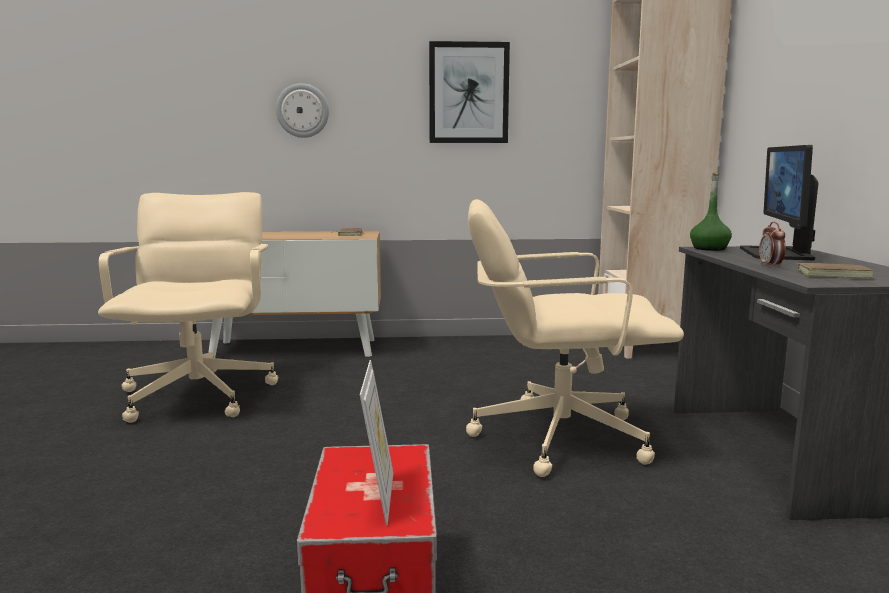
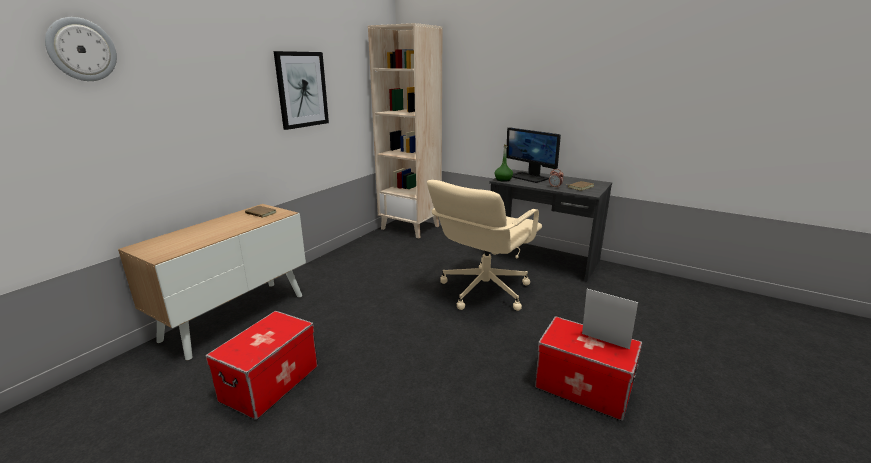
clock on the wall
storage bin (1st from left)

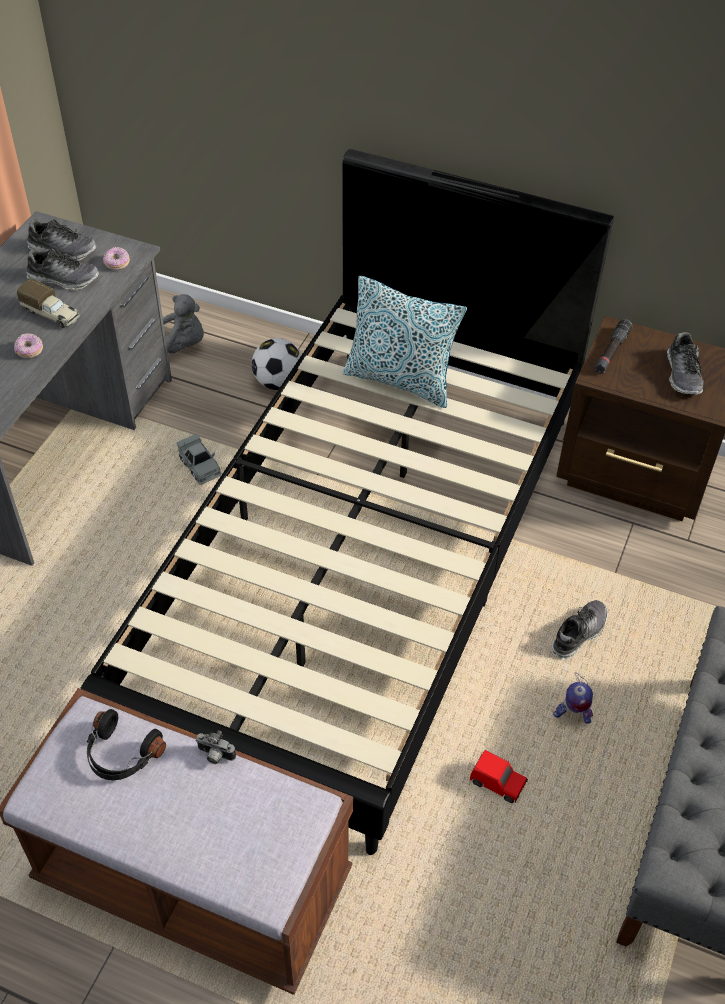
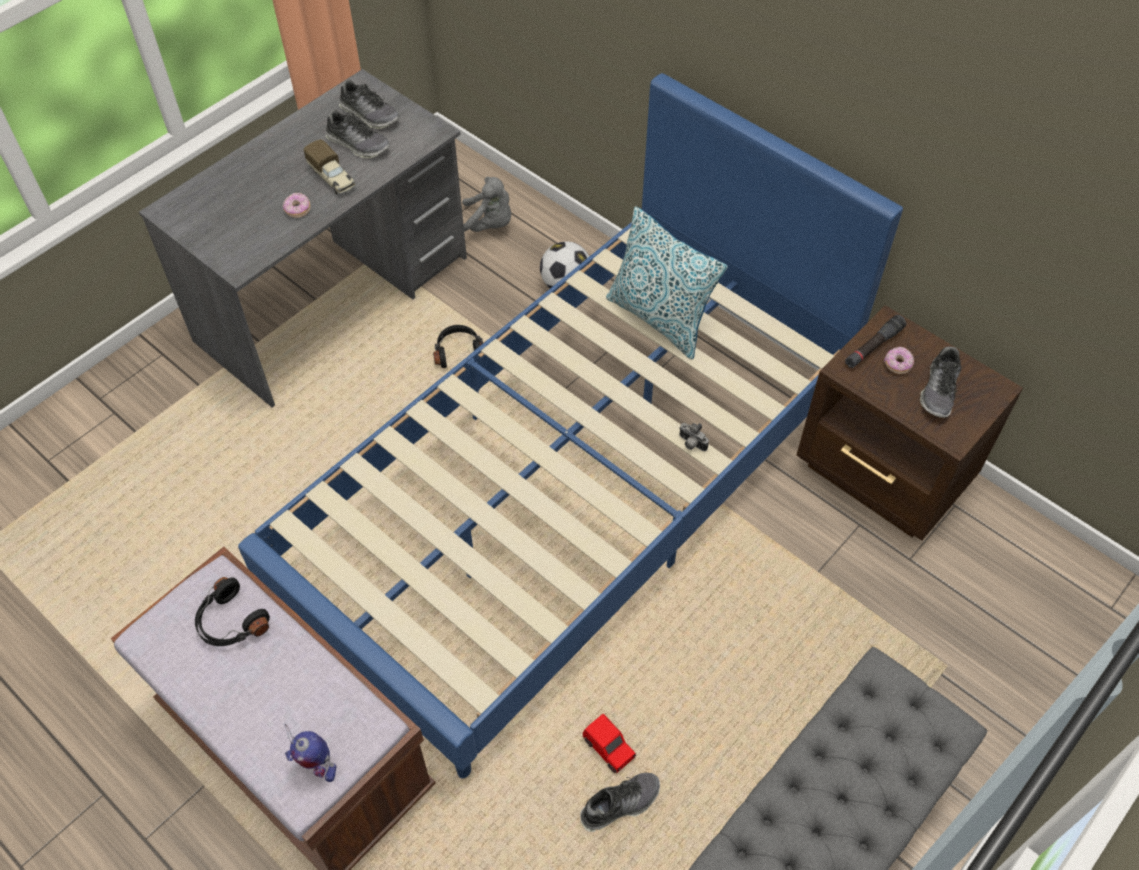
doughnut (2nd from left)
photo camera
shoe (3rd from left)
model robot
black-coloured headphones (2nd from left)
blue sleeping bed

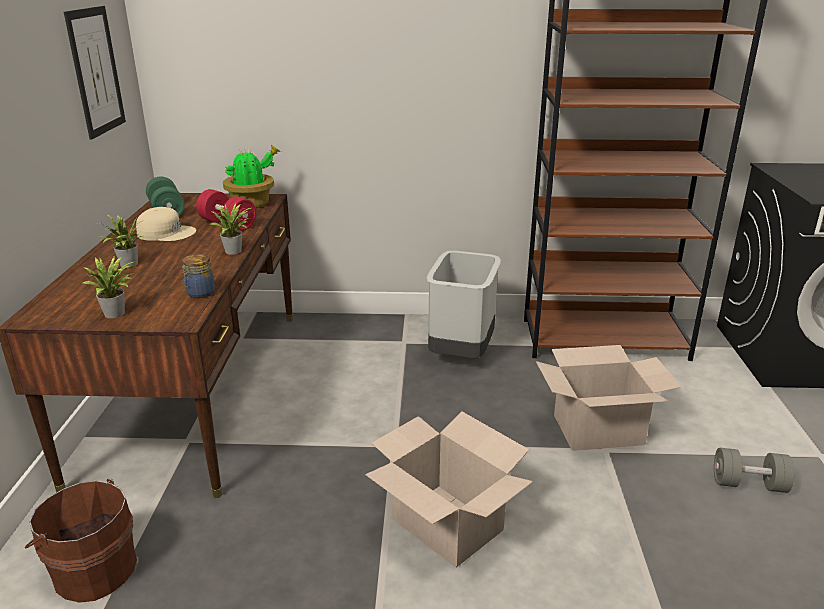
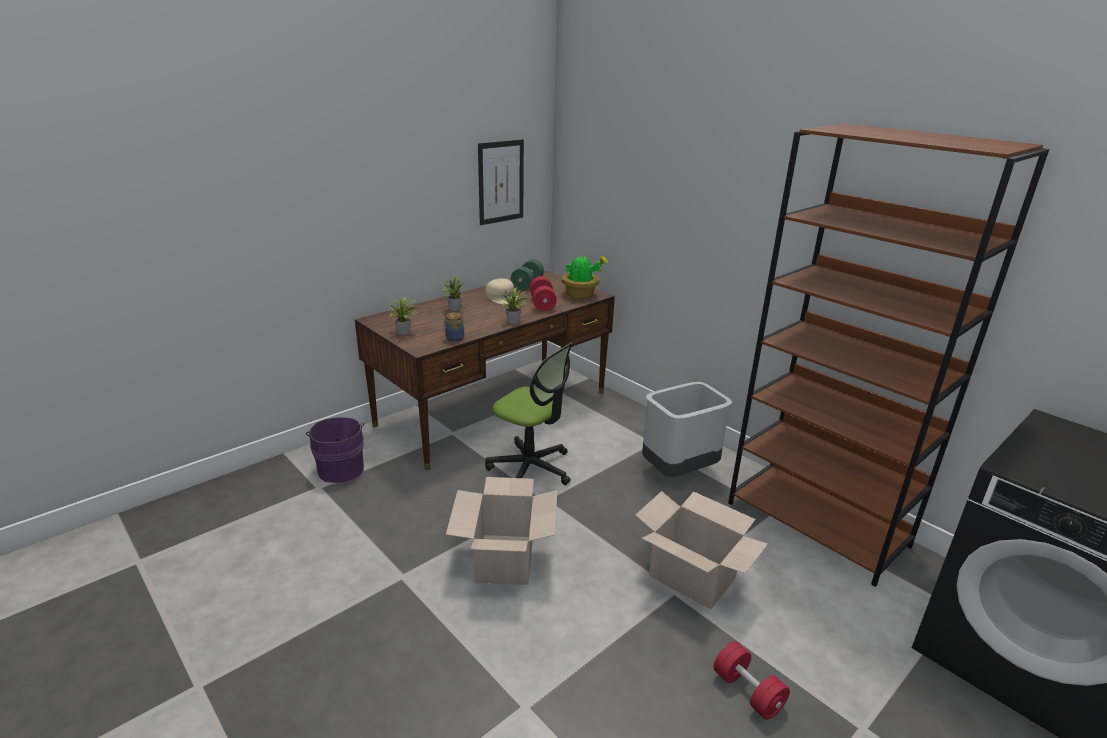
desk chair
purple-coloured pail
red dumbbell (2nd from left)

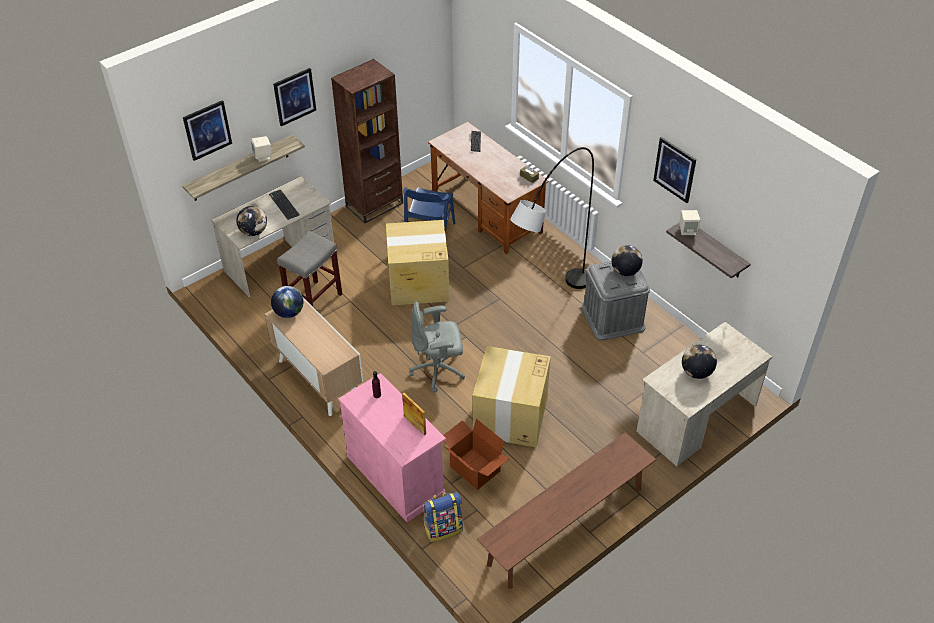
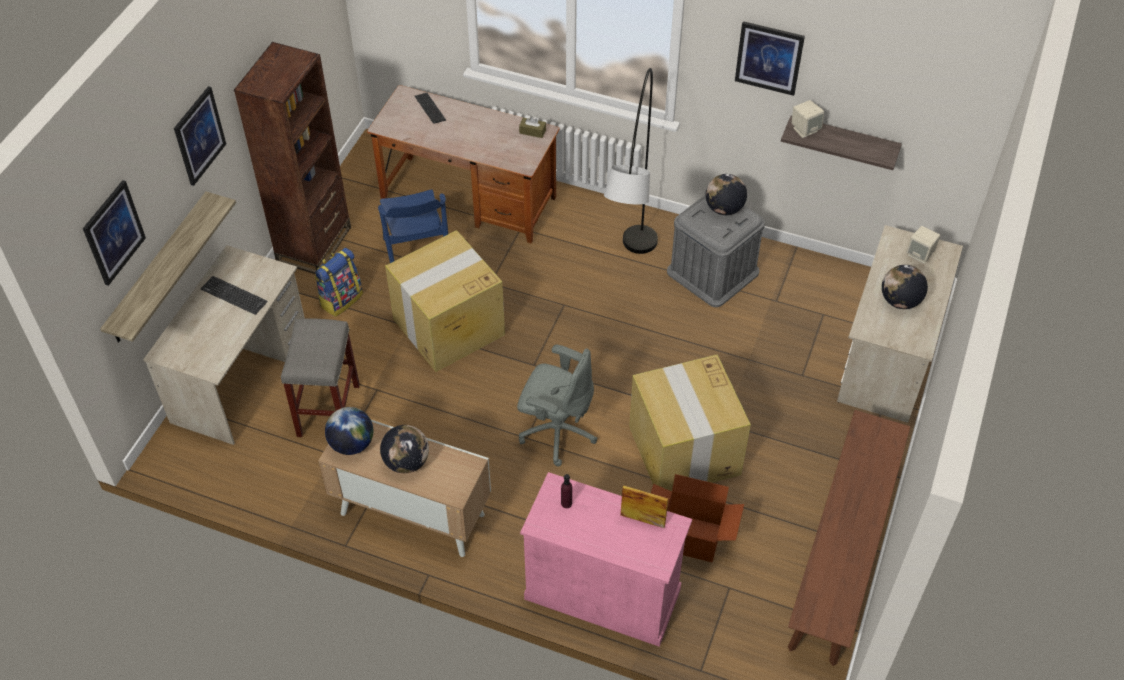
world globe (2nd from left)
beige-coloured audio speaker (2nd from left)
knapsack
grey desk chair

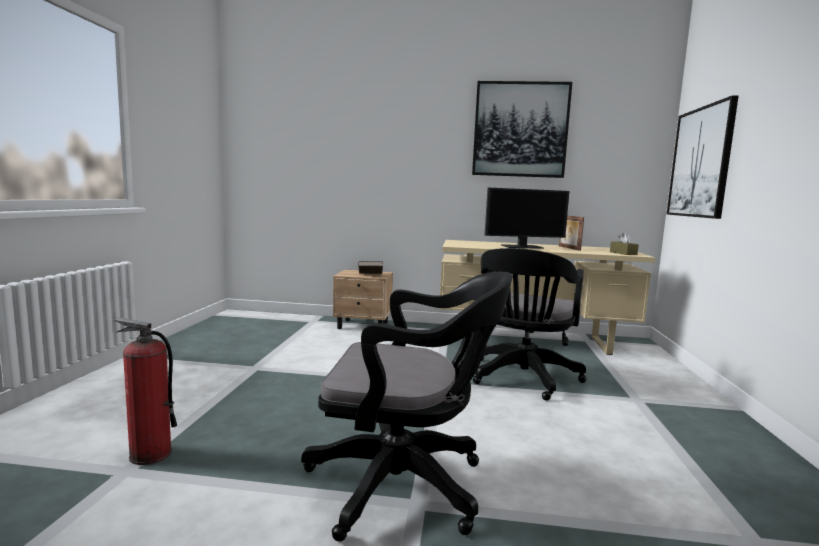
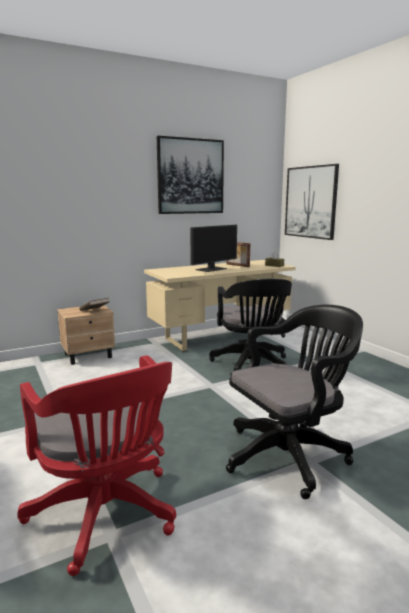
red desk chair

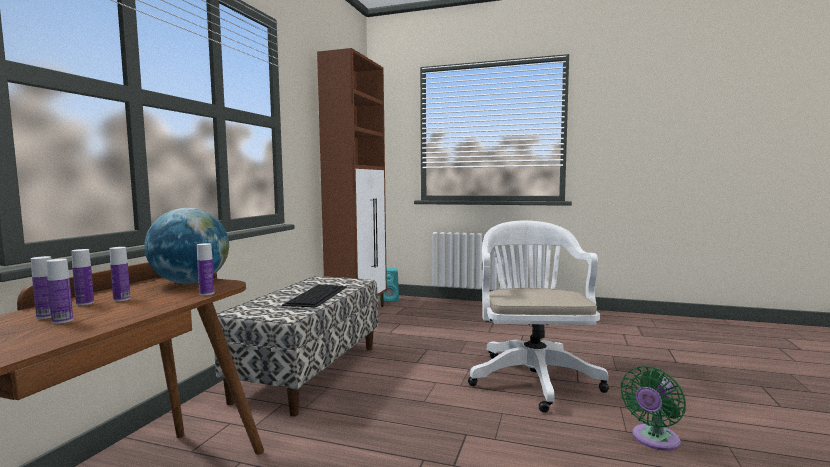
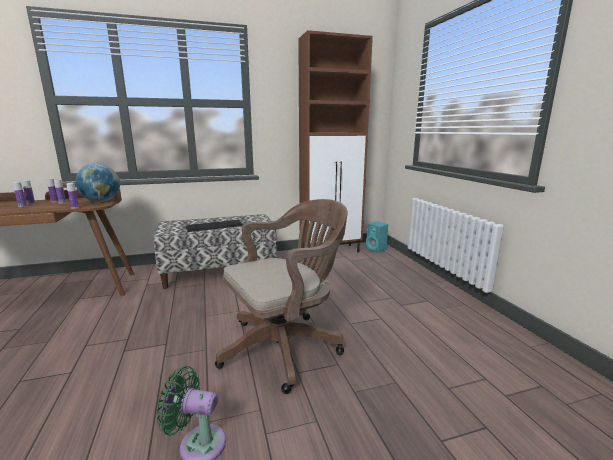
brown-coloured desk chair

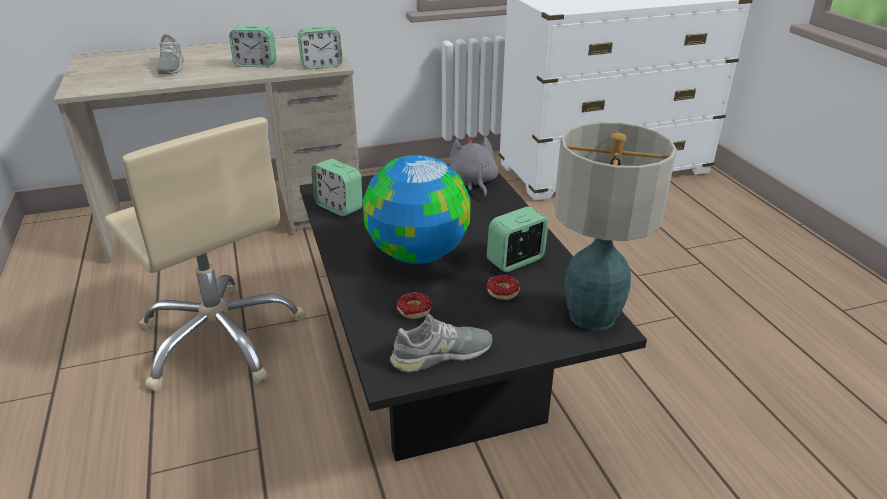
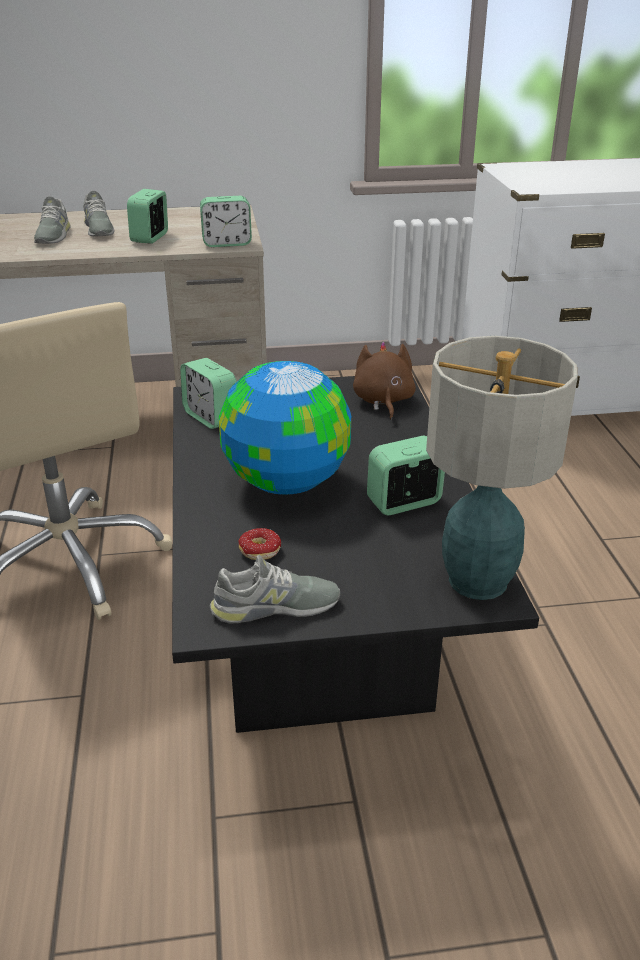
doughnut (2nd from left in the first image)
grey shoe (2nd from left)
brown-coloured cuddly toy
table clock (1st from left)

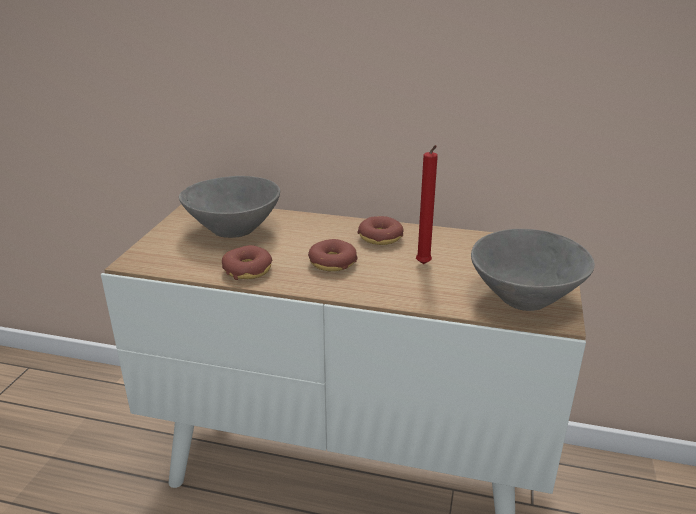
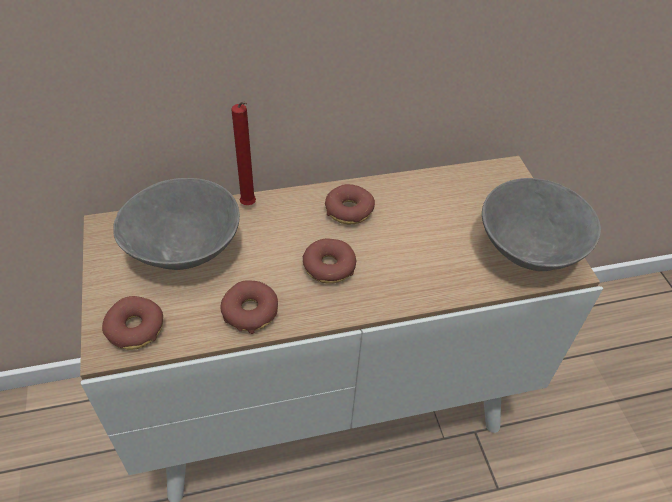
doughnut (1st from left)
red wax light

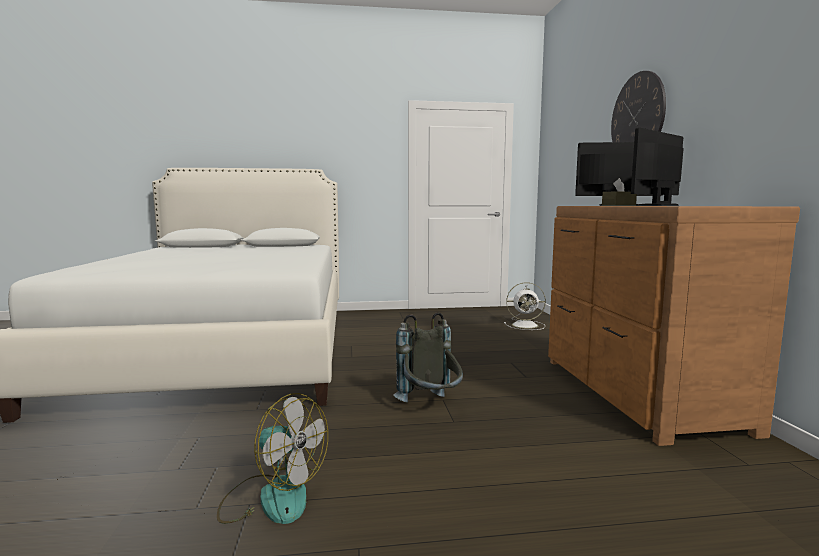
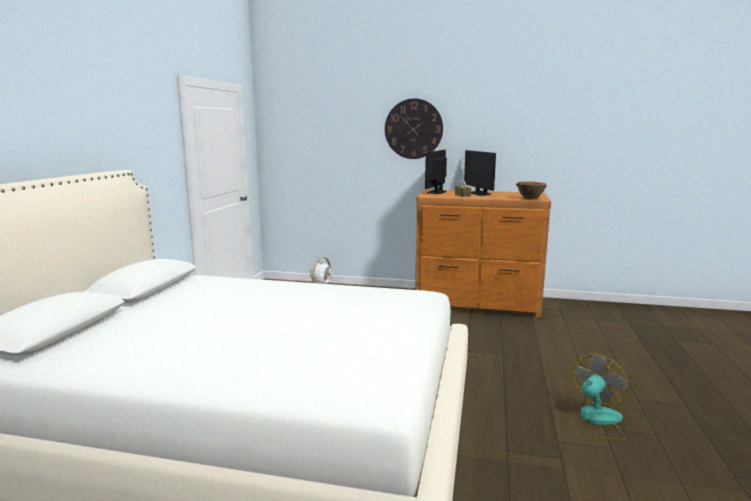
grey knapsack
brown-coloured serving bowl

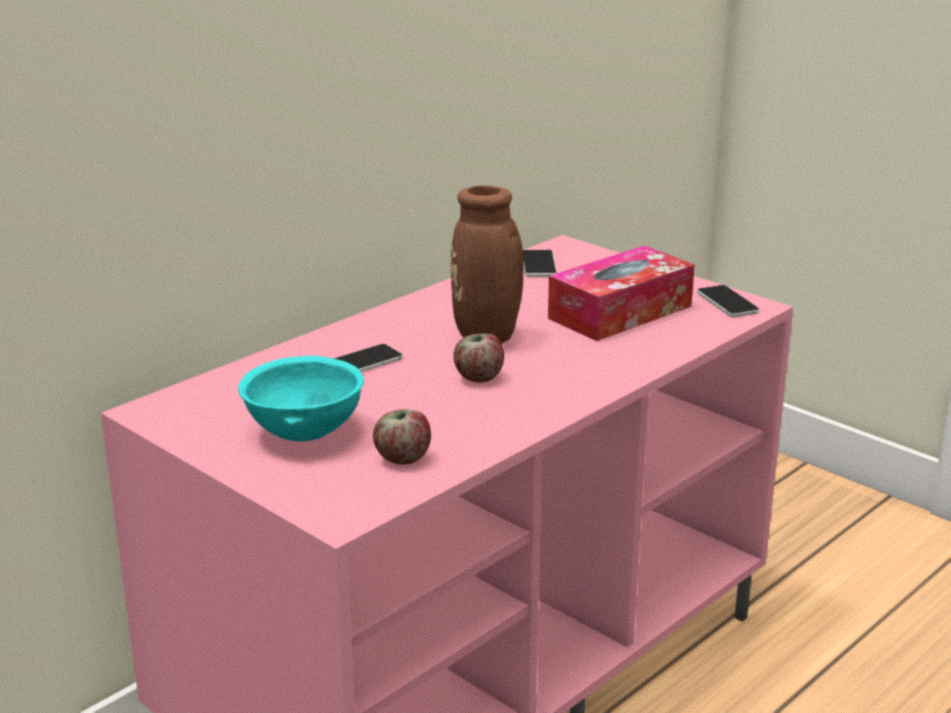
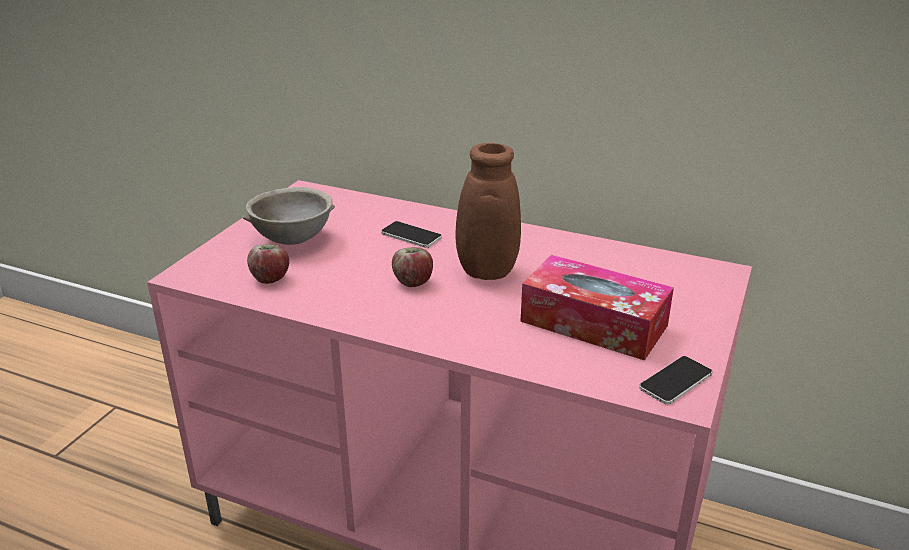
phone (2nd from left in the first image)
grey serving bowl

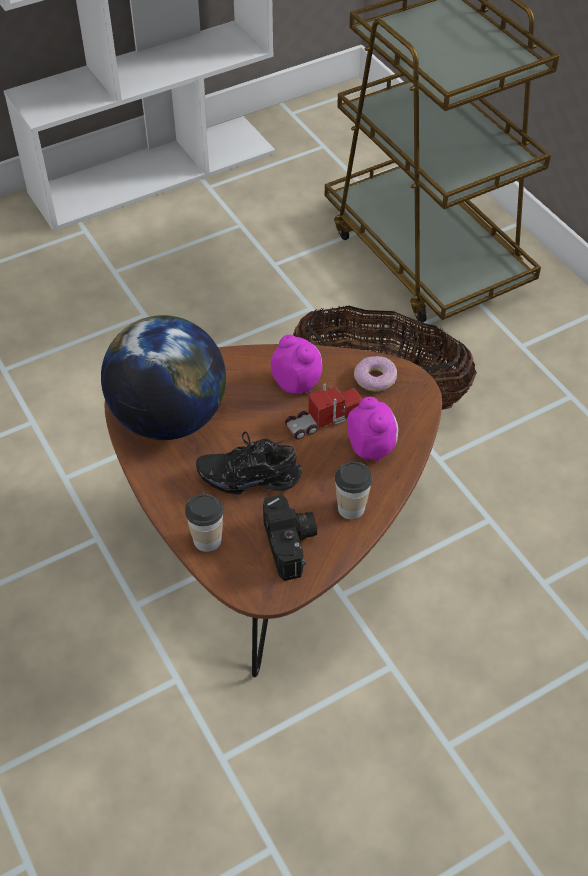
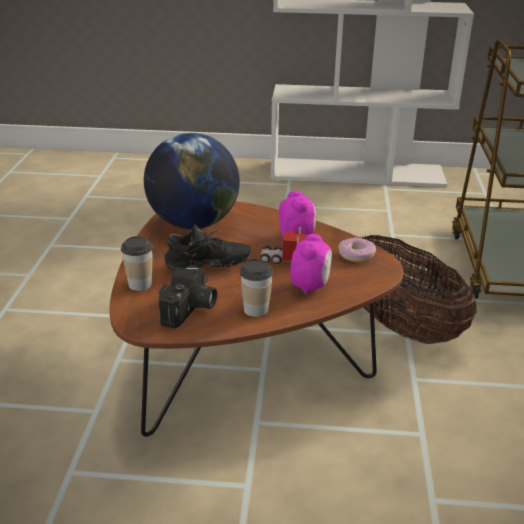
black-coloured shoe

